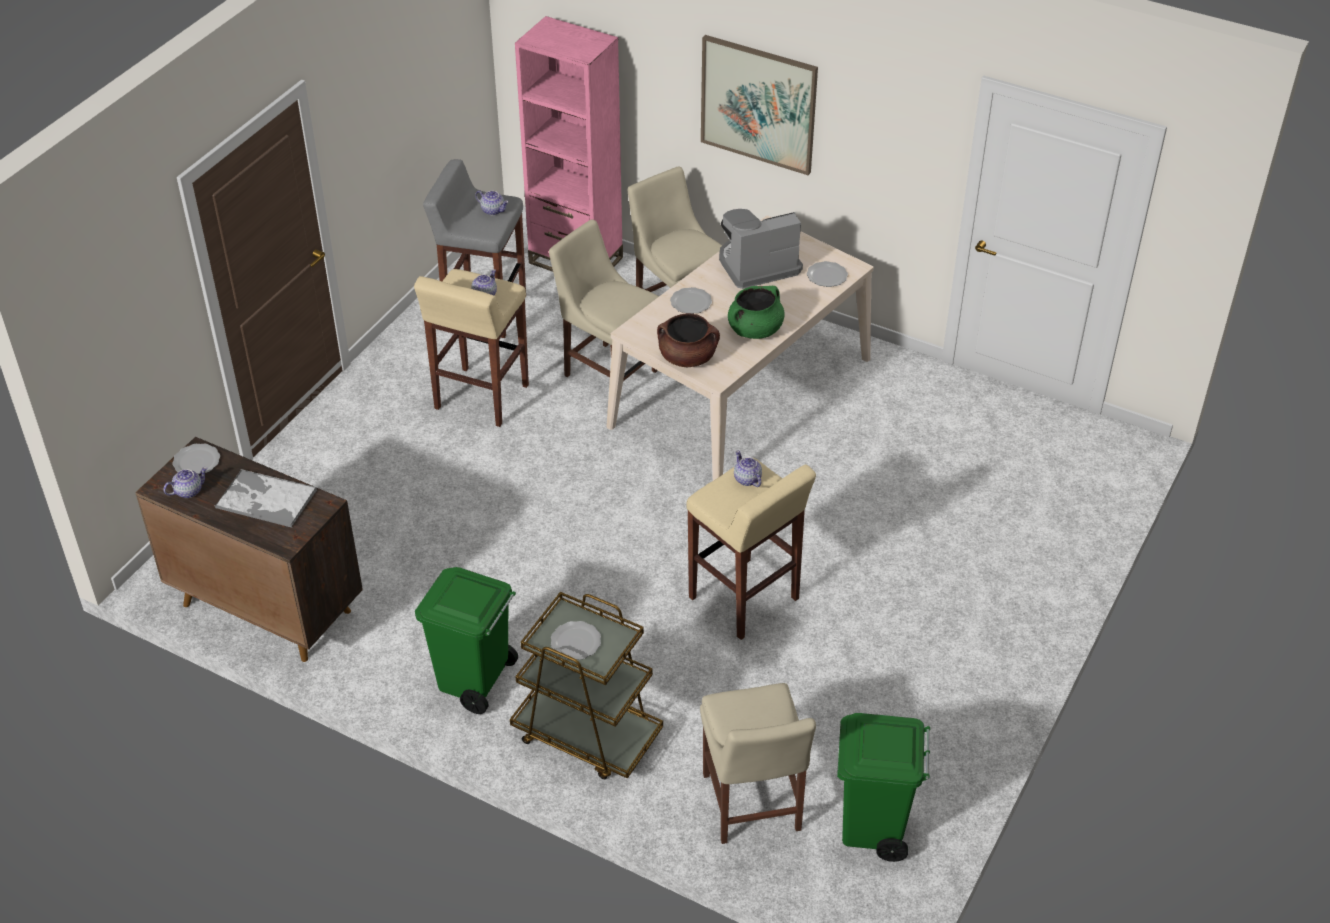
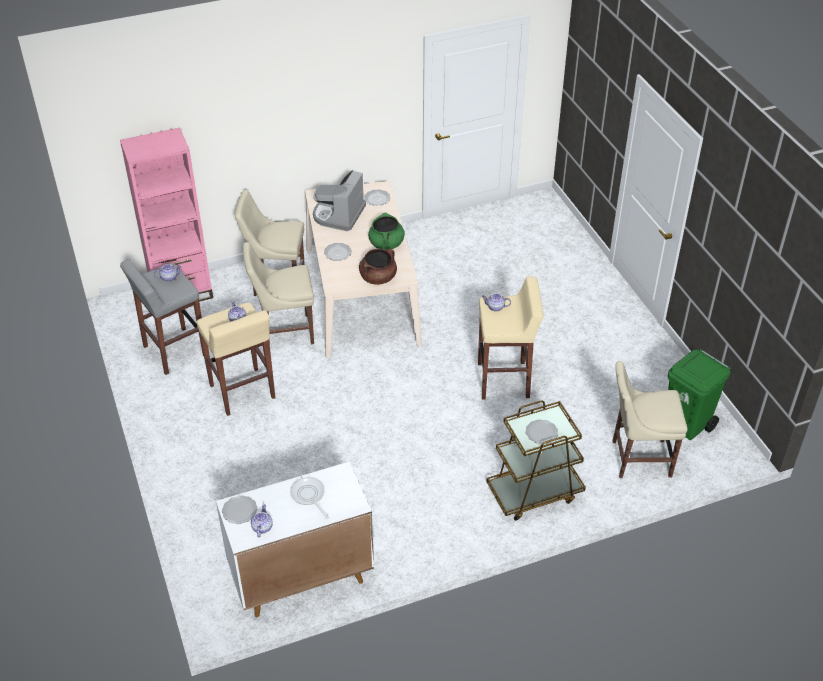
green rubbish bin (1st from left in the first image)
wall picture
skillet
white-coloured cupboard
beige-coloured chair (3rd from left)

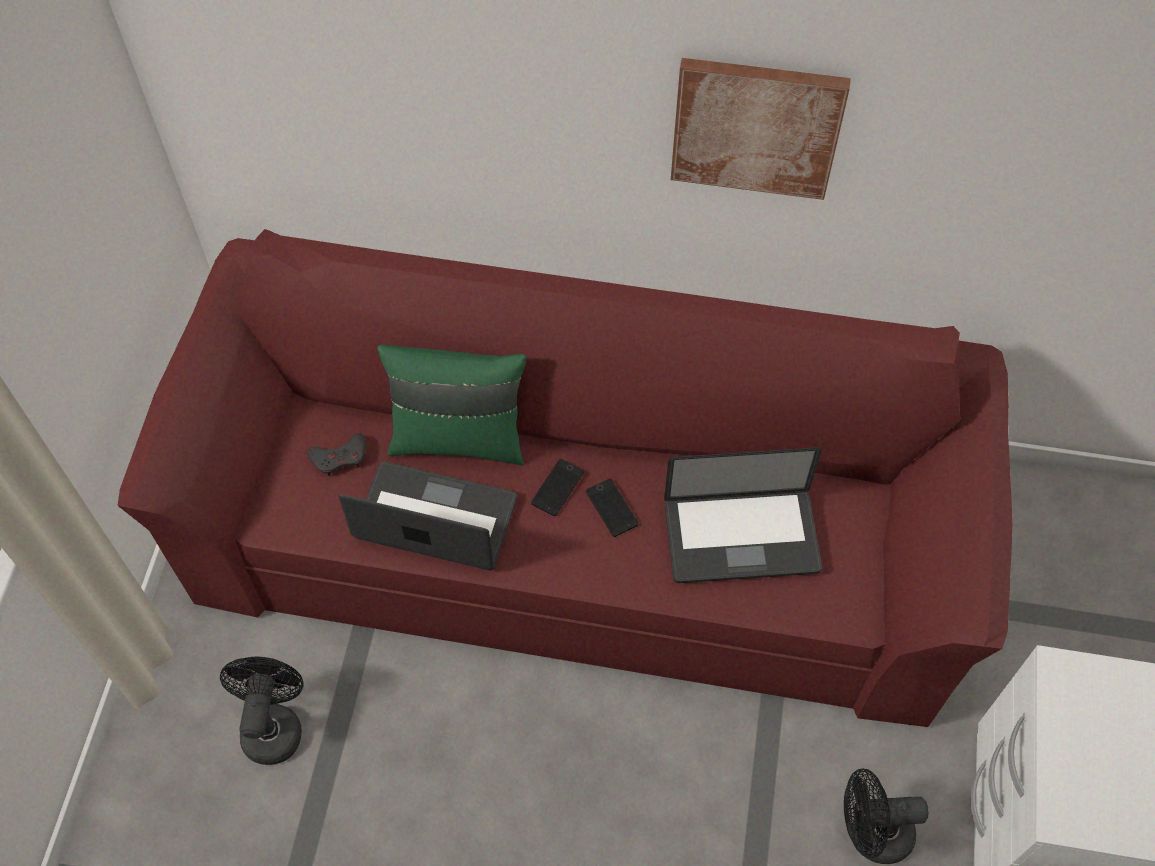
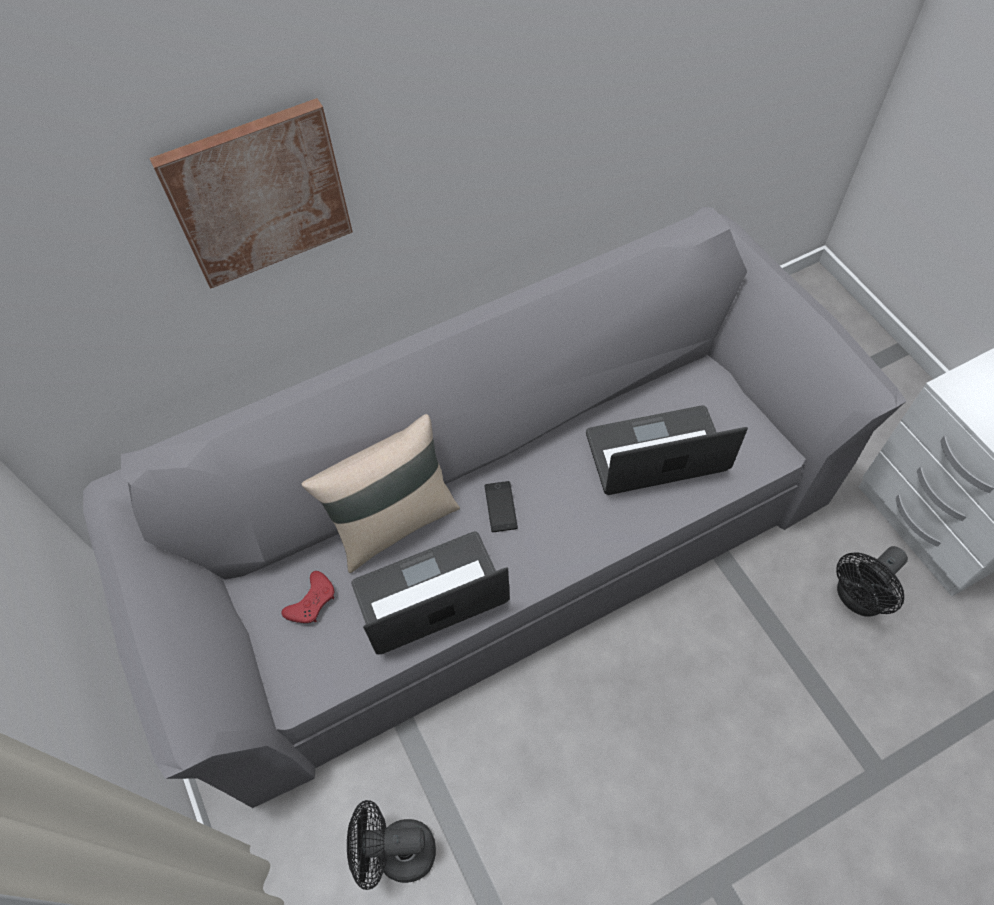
phone (2nd from left in the first image)
wall picture
grey couch
red joypad
beige-coloured pillow
black-coloured cooling fan (1st from left)
laptop (2nd from left)

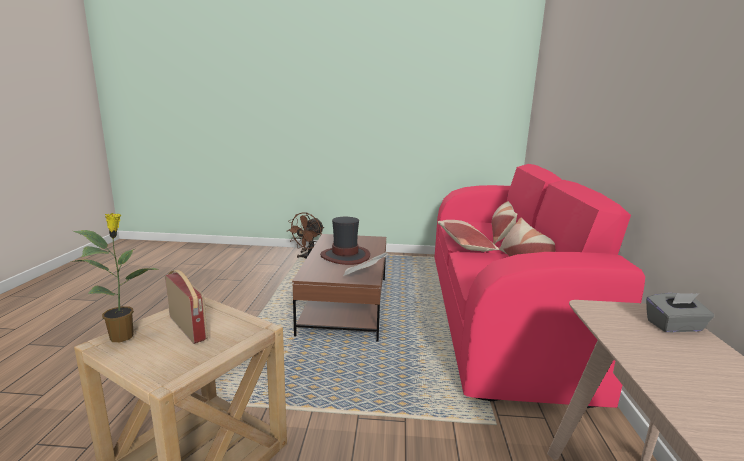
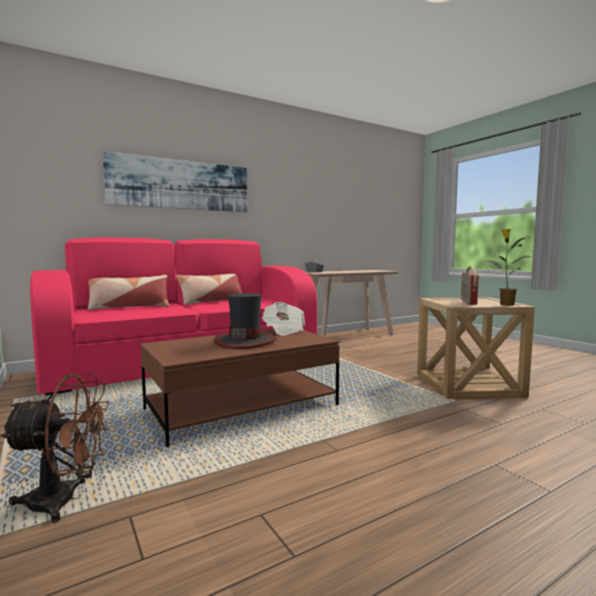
pillow (1st from left in the first image)
wall picture

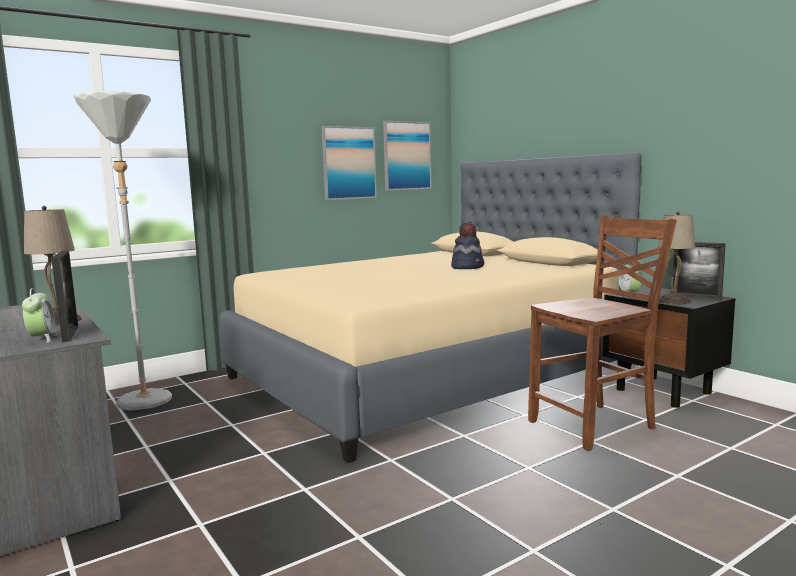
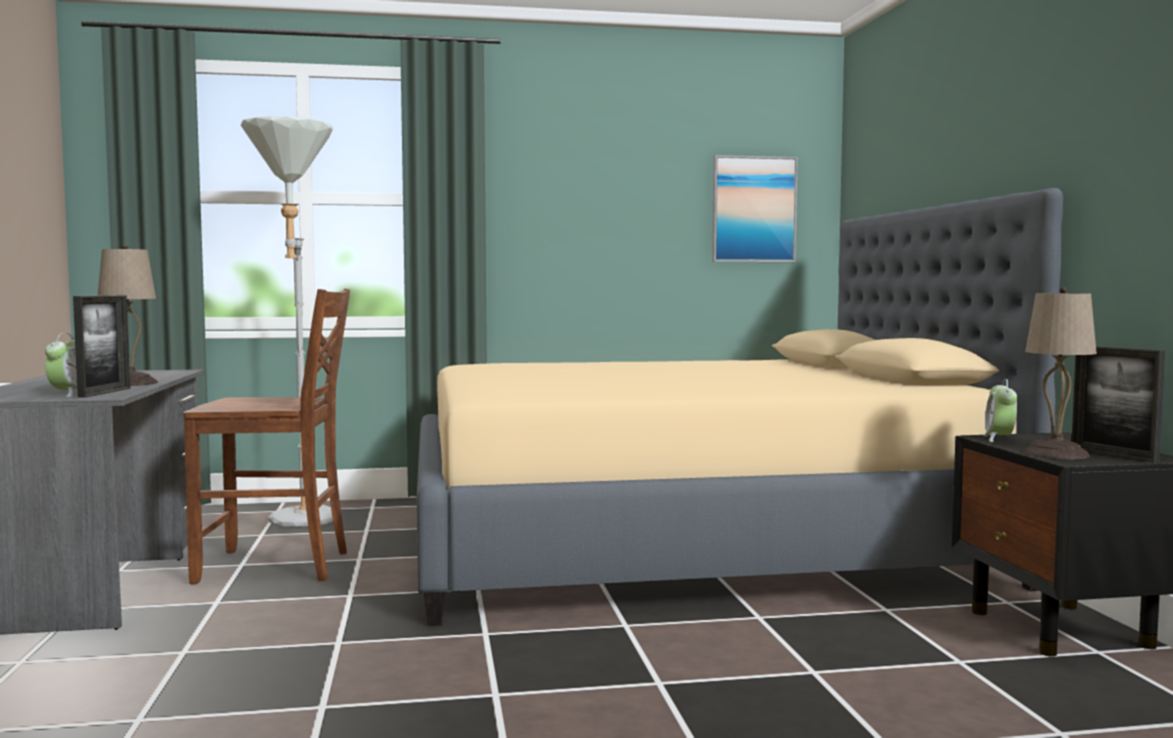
wall picture (1st from left in the first image)
hat
brown-coloured chair

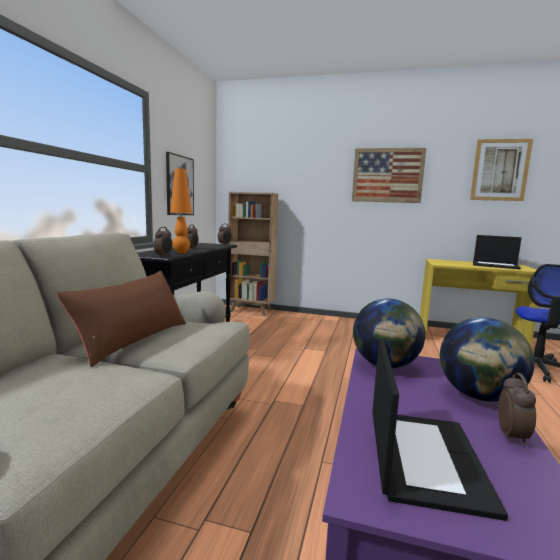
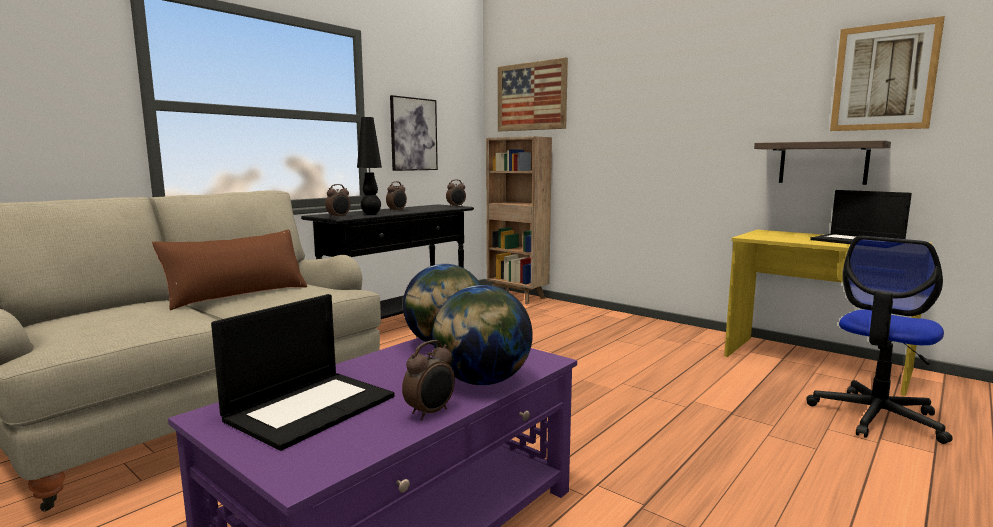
wall shelf
wall picture (2nd from left)
black-coloured table lamp

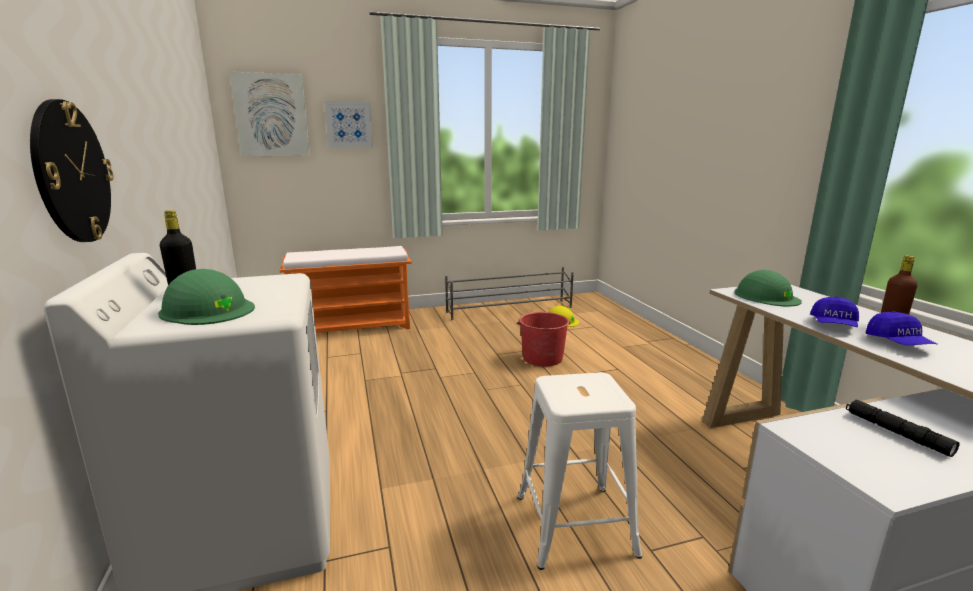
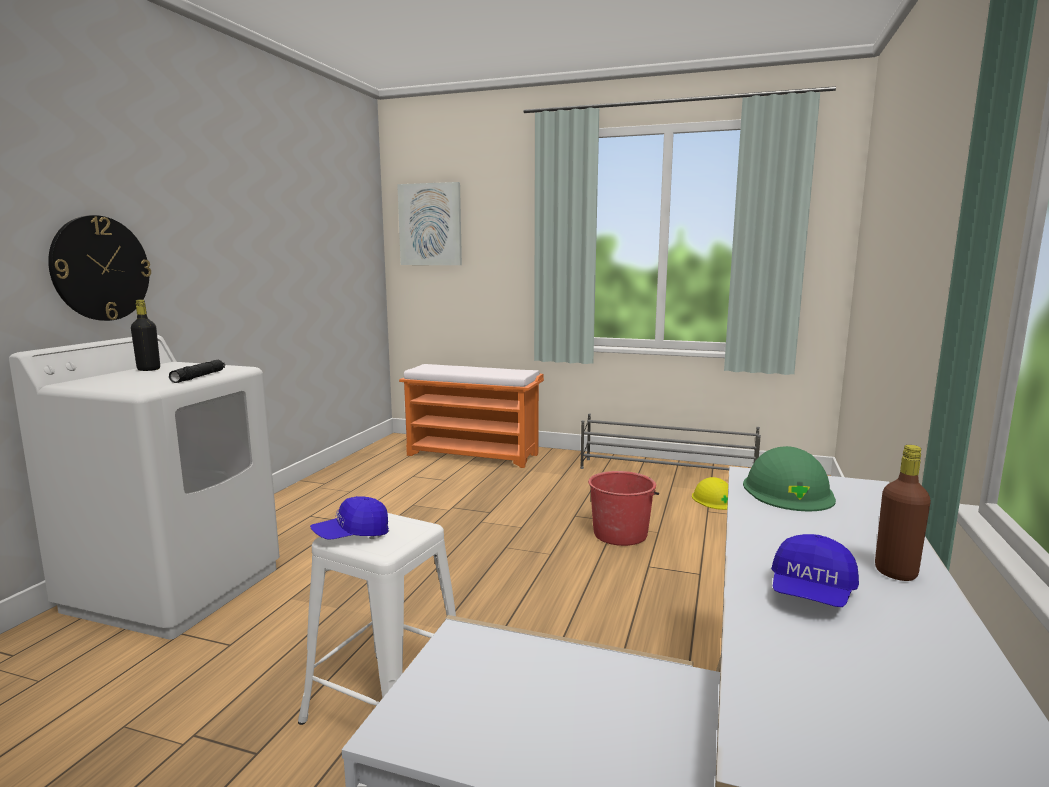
green work helmet (1st from left in the first image)
wall picture (2nd from left in the first image)
blue baseball cap (1st from left)
black-coloured flashlight

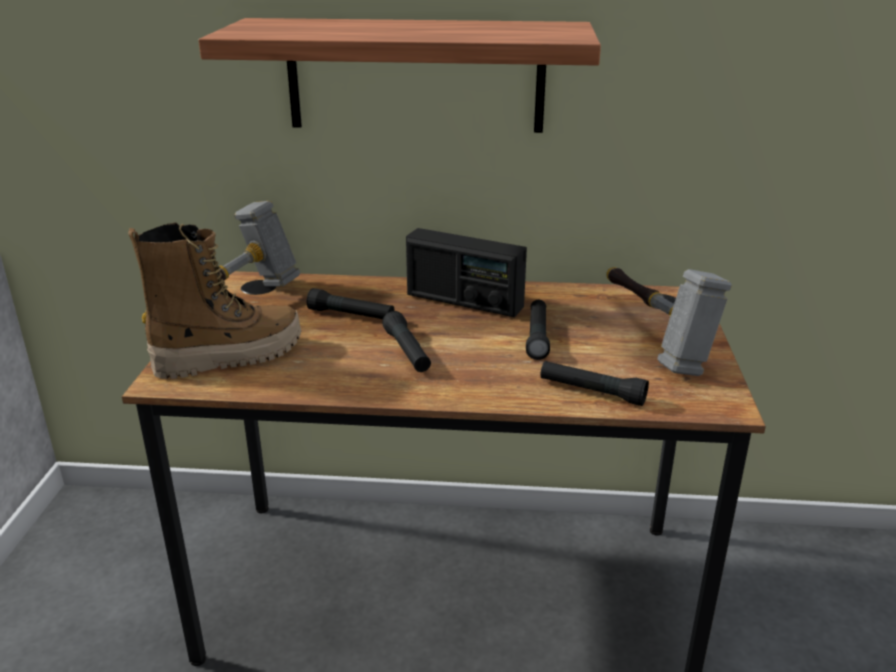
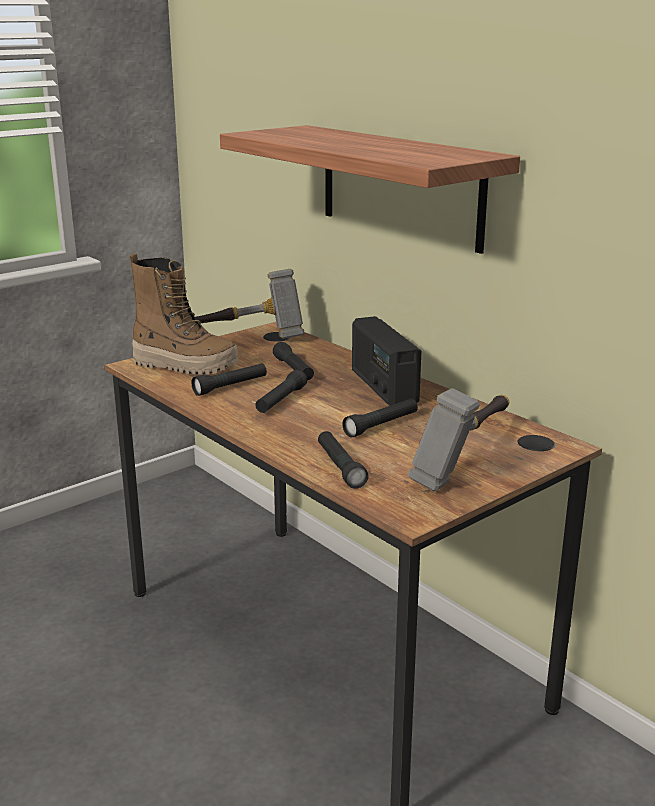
black-coloured flashlight (1st from left)

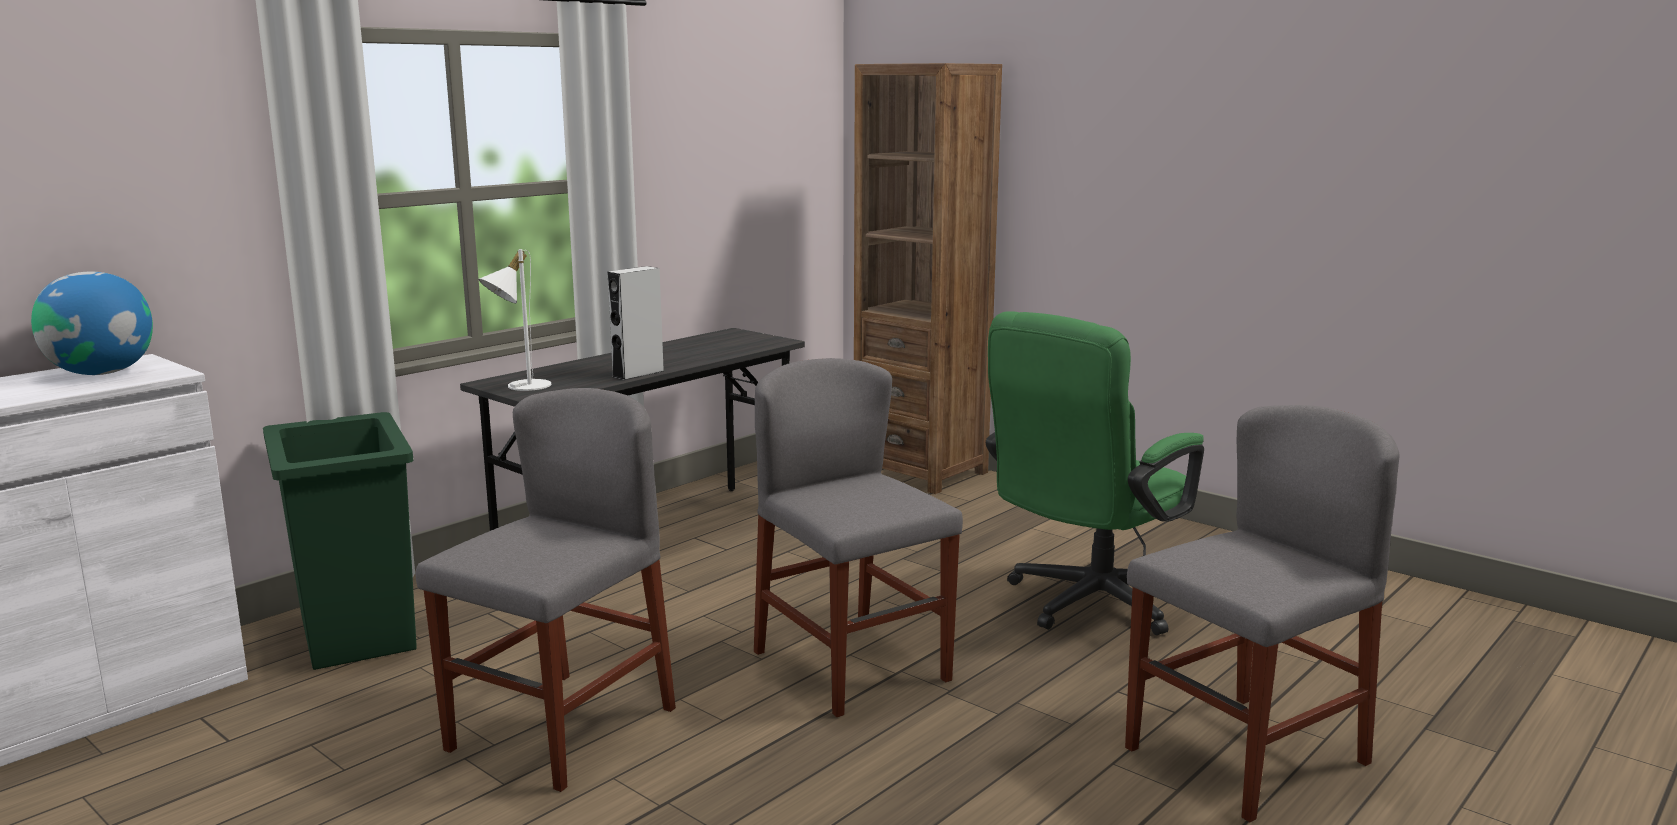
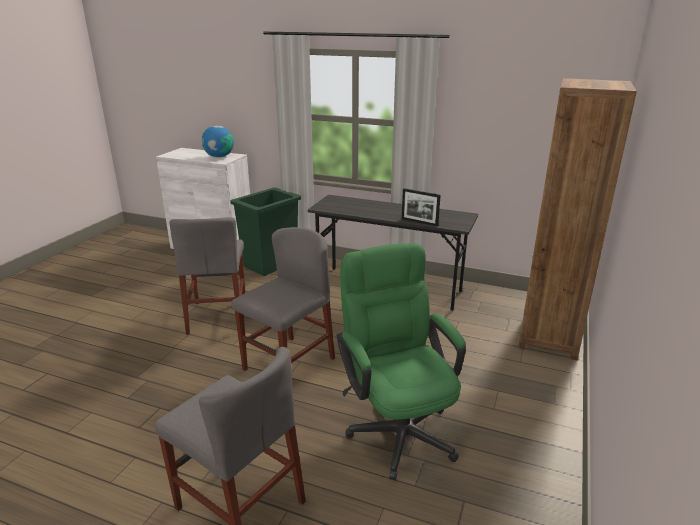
white-coloured table lamp
grey audio speaker
picture frame
grey chair (1st from left)
green desk chair

